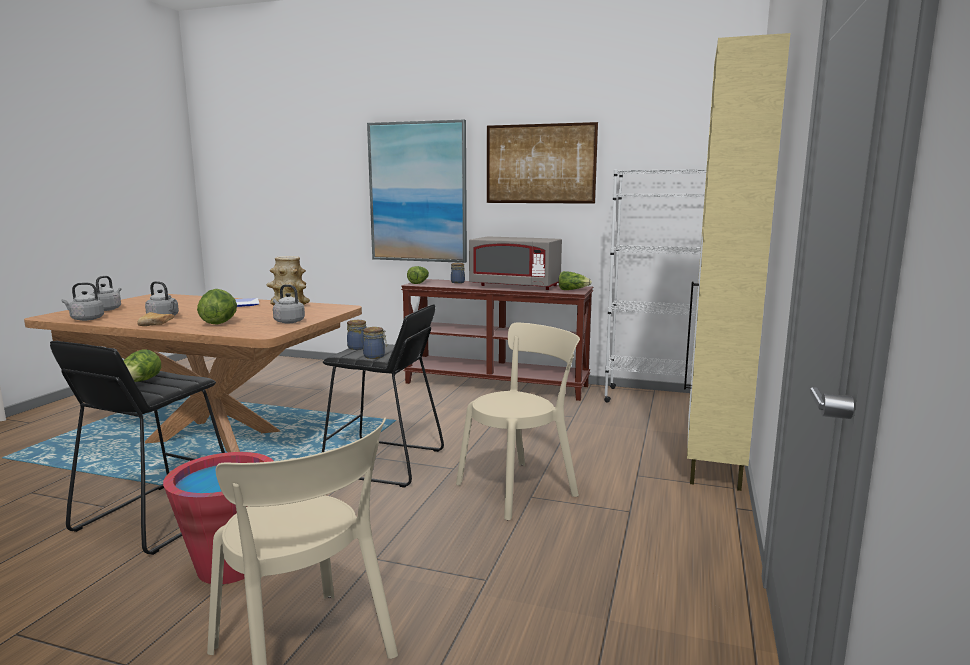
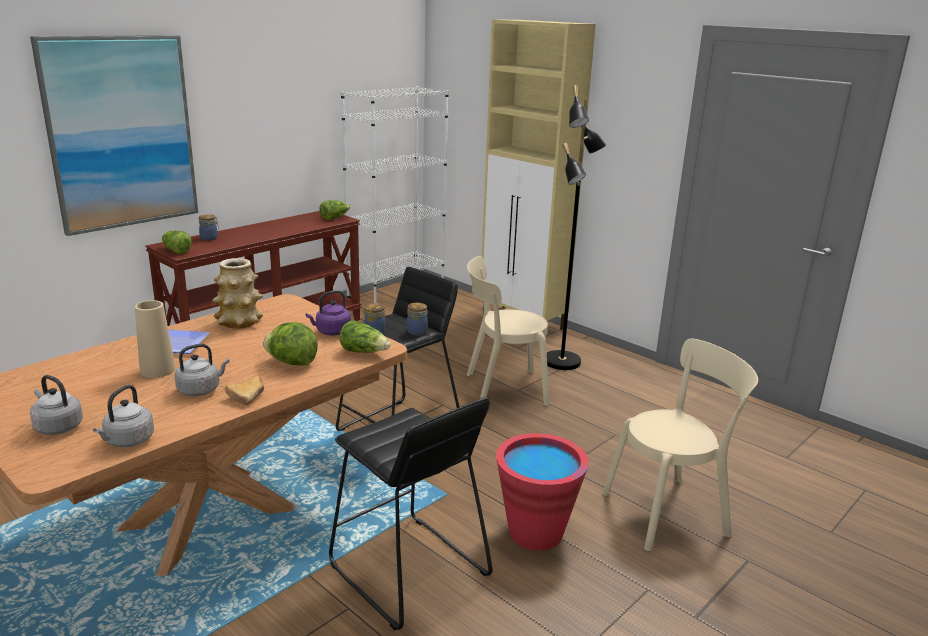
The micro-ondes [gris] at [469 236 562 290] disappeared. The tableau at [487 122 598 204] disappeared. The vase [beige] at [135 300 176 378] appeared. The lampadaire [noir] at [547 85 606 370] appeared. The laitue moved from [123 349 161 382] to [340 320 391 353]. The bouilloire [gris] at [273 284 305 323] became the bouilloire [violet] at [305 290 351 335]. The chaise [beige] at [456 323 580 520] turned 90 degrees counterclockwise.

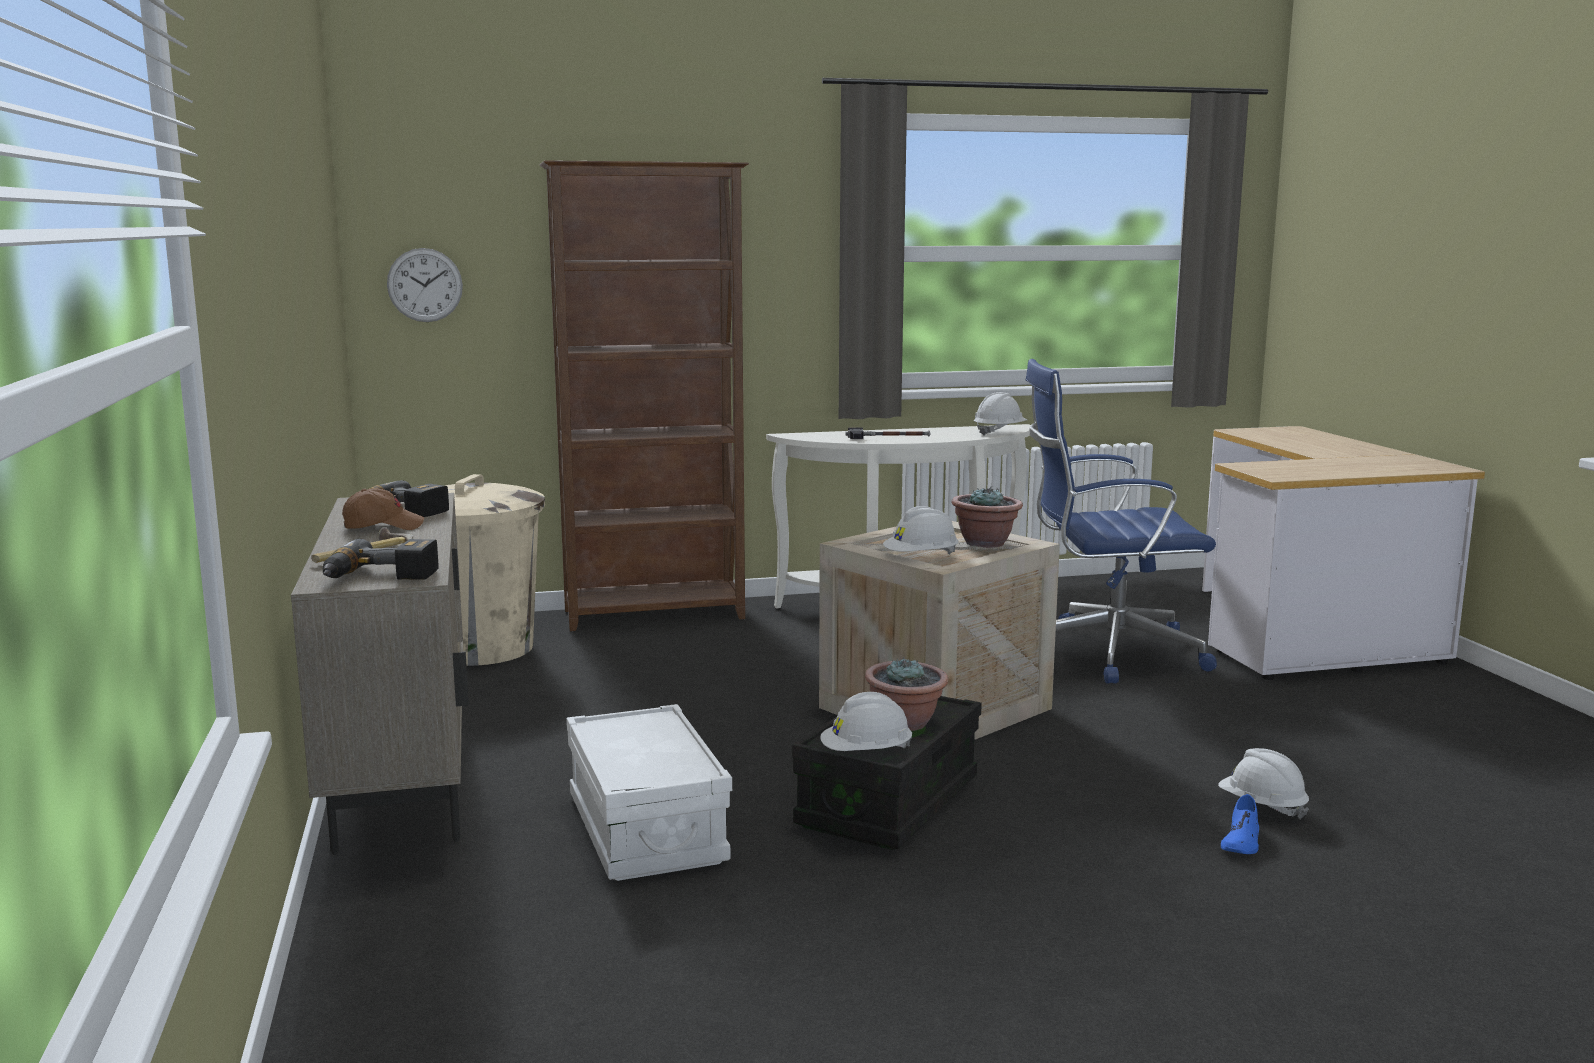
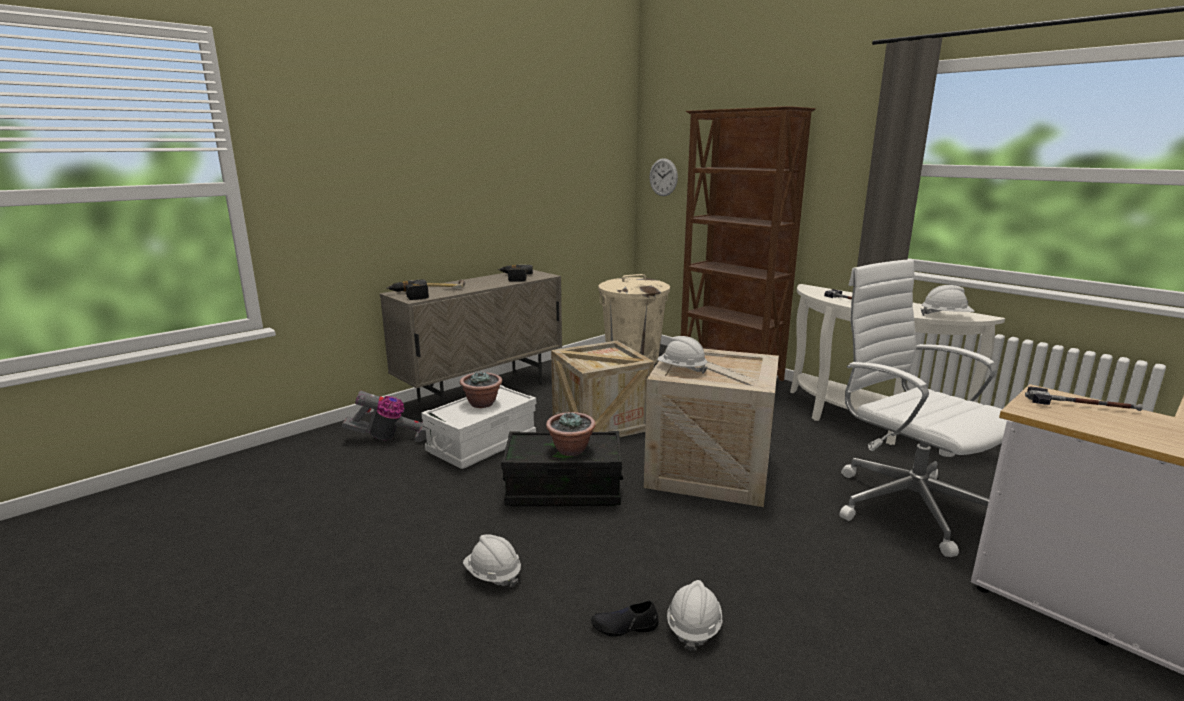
The casquette [marron] at [342 489 424 530] disappeared. The aspirateur at [342 390 427 442] appeared. The caisse at [551 341 654 437] appeared. The marteau at [1025 386 1142 411] appeared. The casque de chantier [blanc] moved from [820 692 912 751] to [463 534 521 587]. The plante en pot moved from [951 486 1023 548] to [460 372 502 408]. The chaise de bureau [bleu] at [1026 359 1217 684] became the chaise de bureau [blanc] at [839 259 1007 557]. The chaussure [bleu] at [1221 794 1259 854] became the chaussure [noir] at [591 601 659 637].

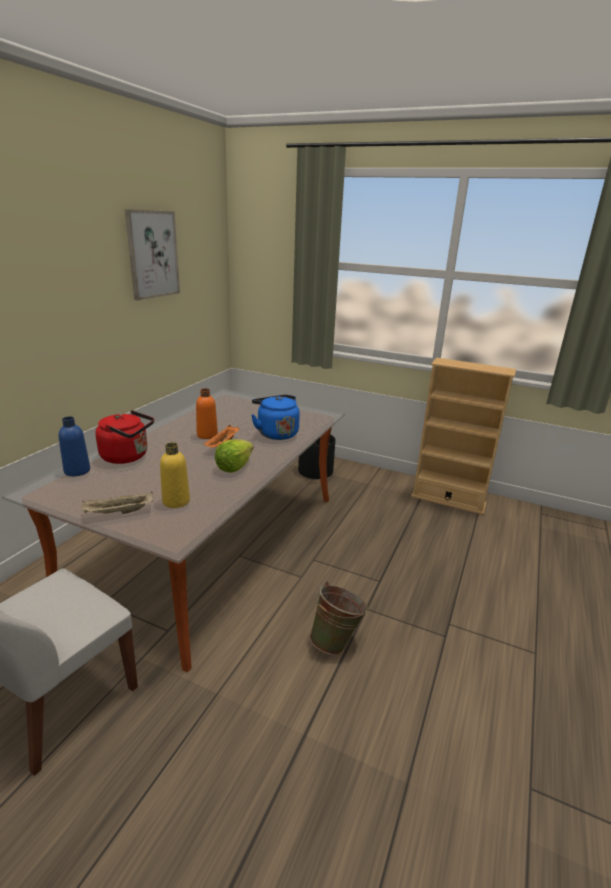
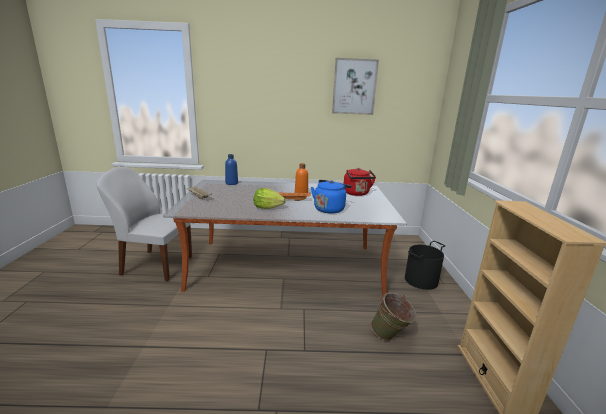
The bouteille [jaune] at [160 443 190 508] disappeared. The bouilloire [rouge] moved from [96 410 154 464] to [344 168 376 196]. The seau [vert] moved from [310 581 368 655] to [371 293 417 341].

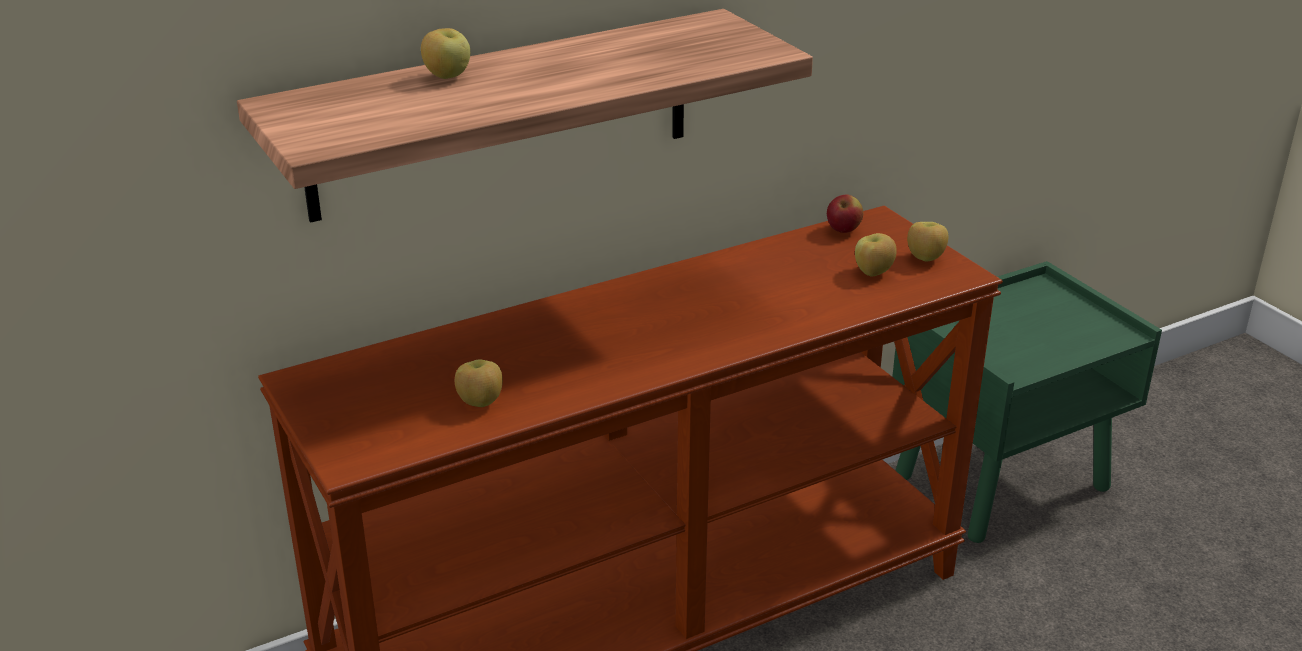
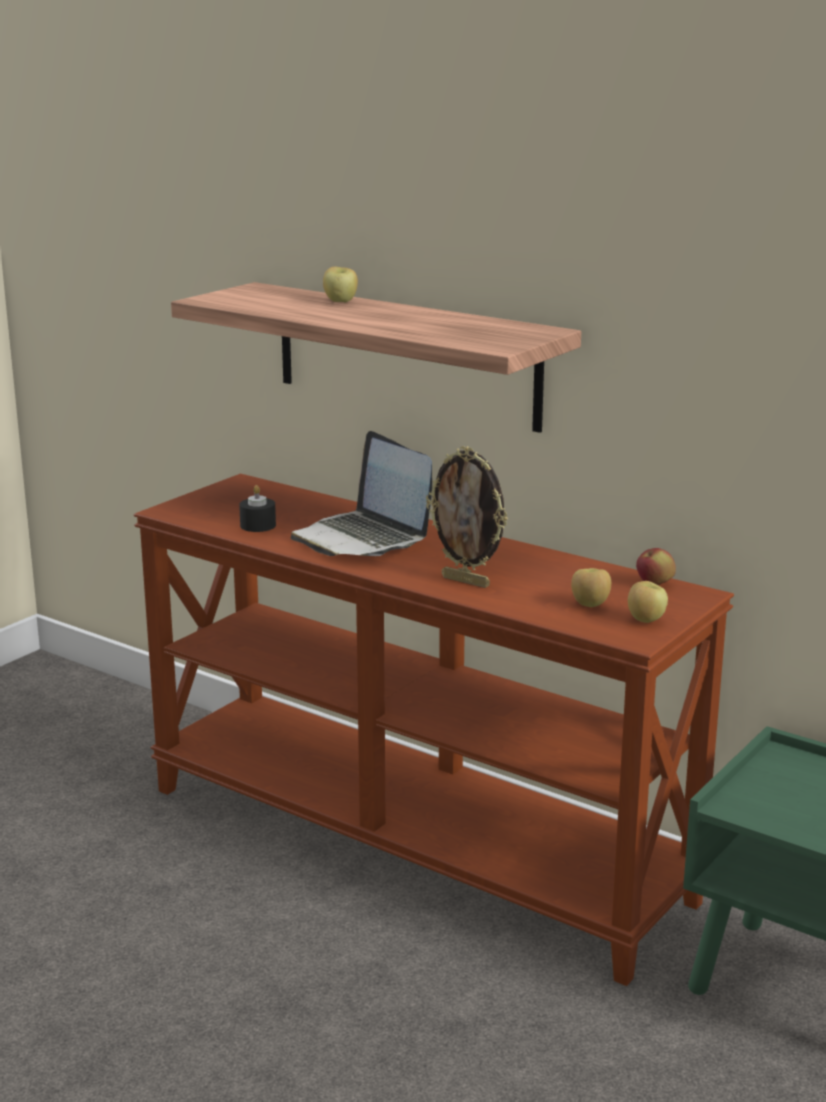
The ordinateur portable at [290 431 432 556] appeared. The cadre photo at [426 446 508 588] appeared. The pomme at [455 359 503 407] was replaced by the bougie [noir] at [239 485 276 532].

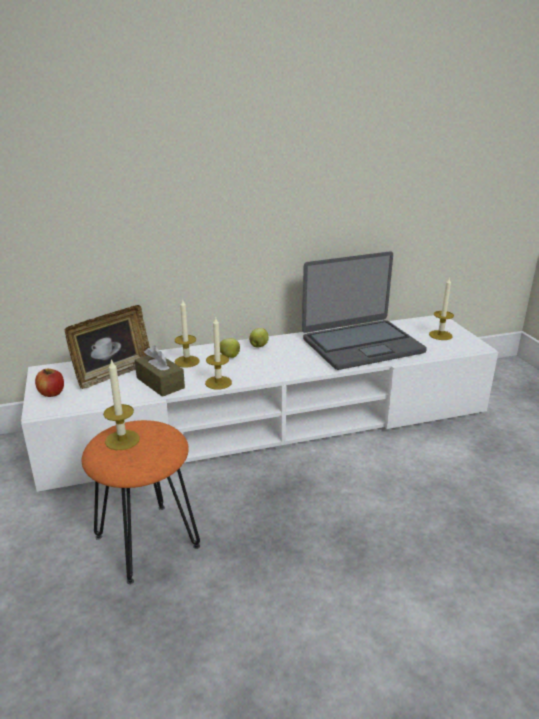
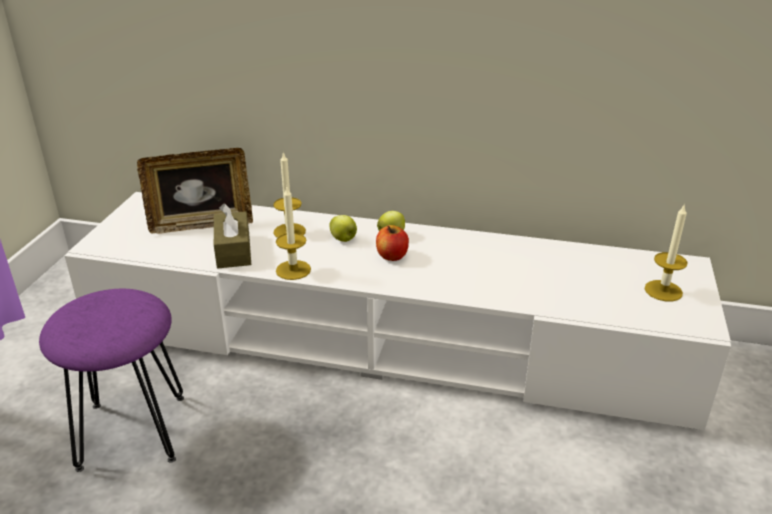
The bougie at [103 359 140 450] disappeared. The ordinateur portable at [302 251 427 370] disappeared. The pomme moved from [35 369 64 397] to [376 225 409 261]. The tabouret [orange] at [82 420 200 584] became the tabouret [violet] at [39 289 184 472].

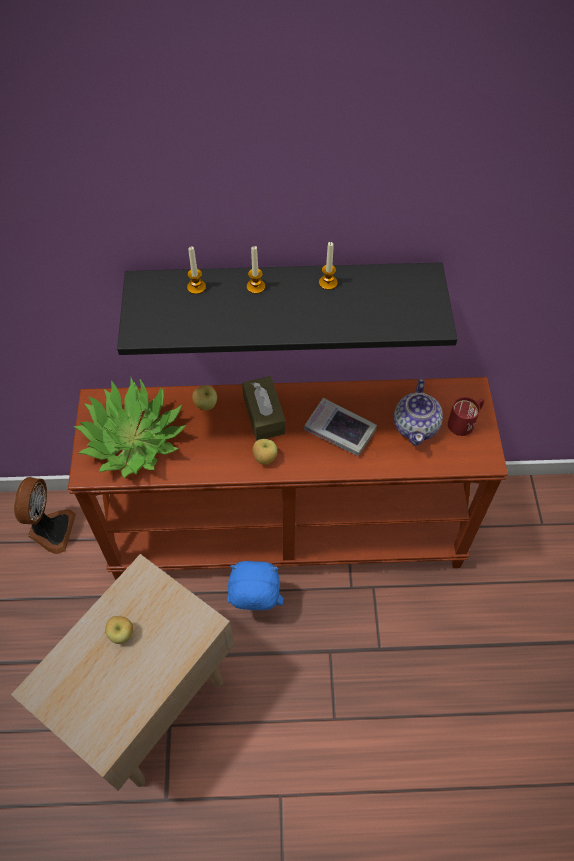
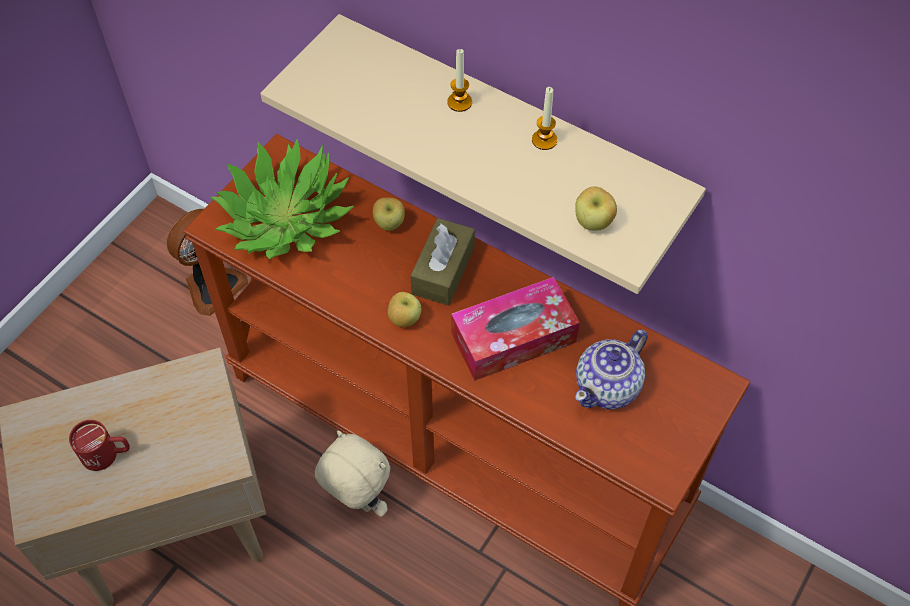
The bougie at [187 246 206 294] disappeared. The pomme moved from [105 616 133 644] to [575 186 617 230]. The mug [rouge] moved from [448 397 484 436] to [69 420 130 471]. The livre at [304 398 377 456] was replaced by the boîte à mouchoirs at [451 277 580 381]. The étagère [noir] at [117 262 457 355] became the étagère [beige] at [260 14 706 294]. The peluche [bleu] at [227 561 283 610] became the peluche [beige] at [315 431 390 517].

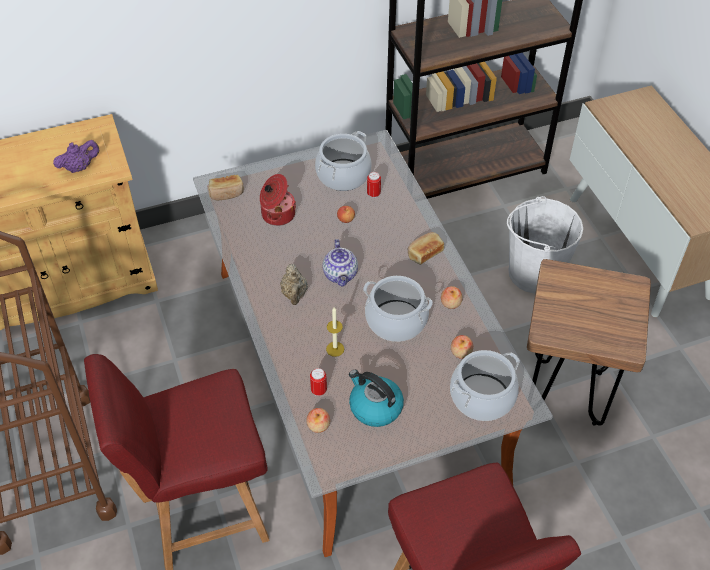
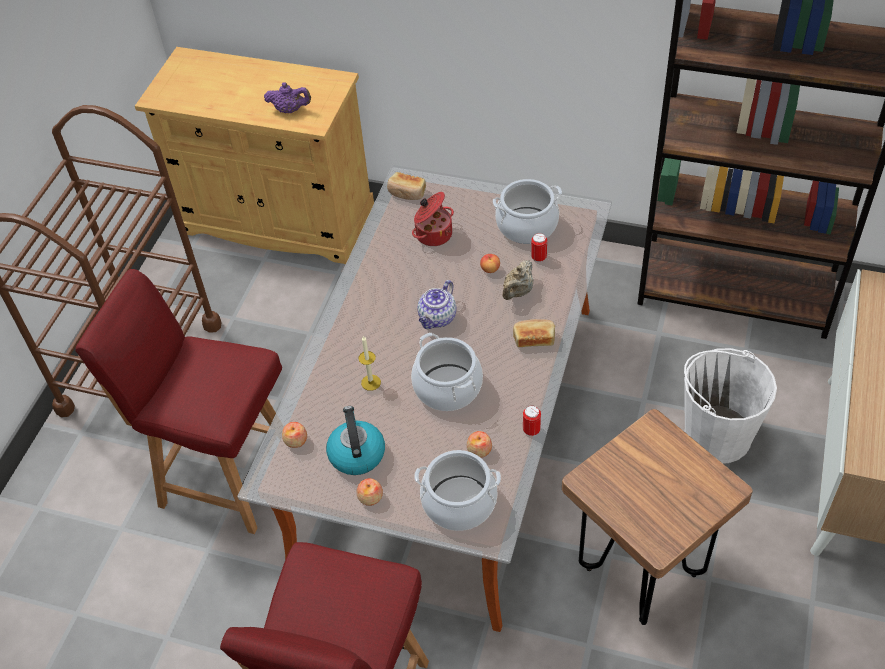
The théière [beige] moved from [280 264 308 305] to [502 260 533 300]. The boîte métallique moved from [310 368 327 396] to [523 405 541 436]. The pomme moved from [441 286 462 309] to [357 478 383 506].

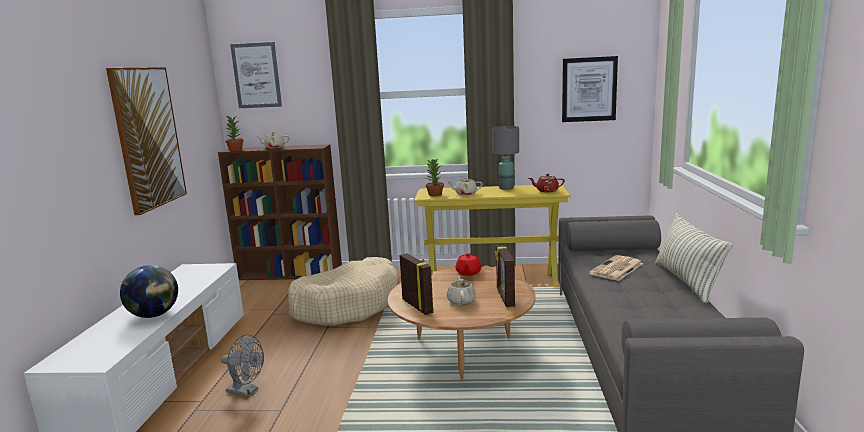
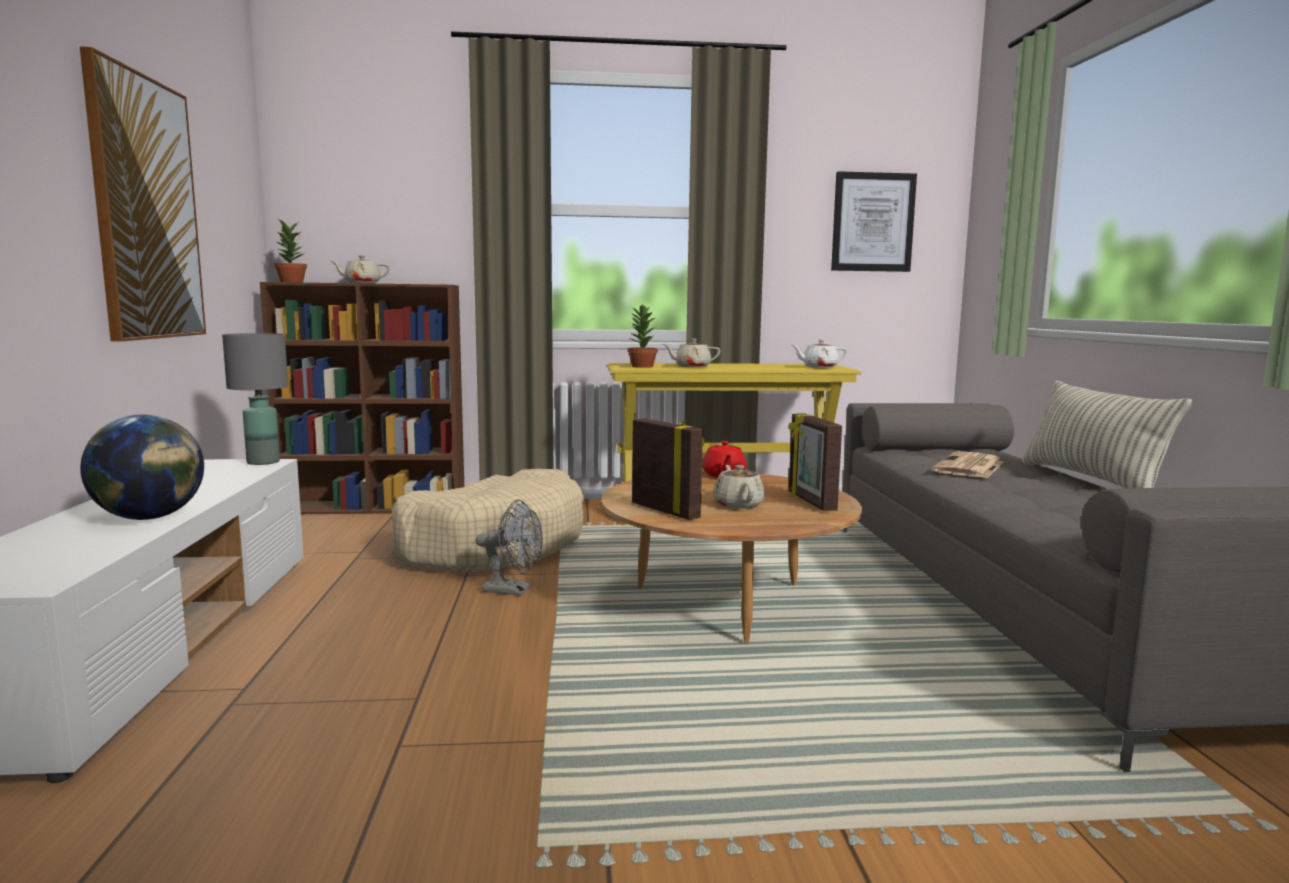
The tableau at [230 42 282 108] disappeared. The ventilateur [gris] moved from [221 334 264 397] to [476 500 543 596]. The lampe de table [gris] moved from [492 126 519 190] to [222 333 288 465]. The théière [rouge] at [529 174 565 192] became the théière [blanc] at [792 339 847 368].

